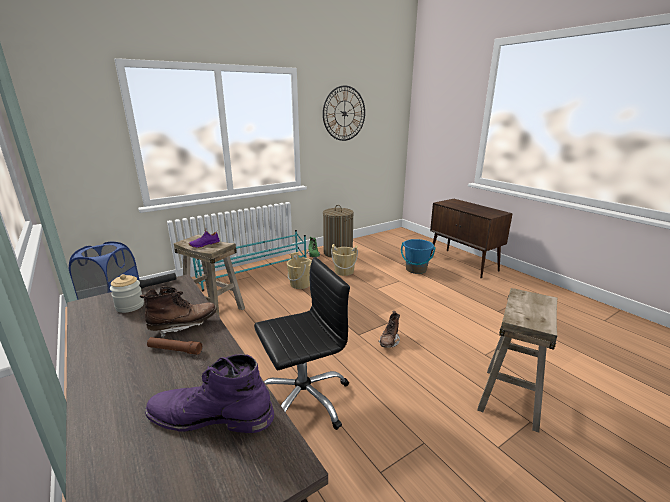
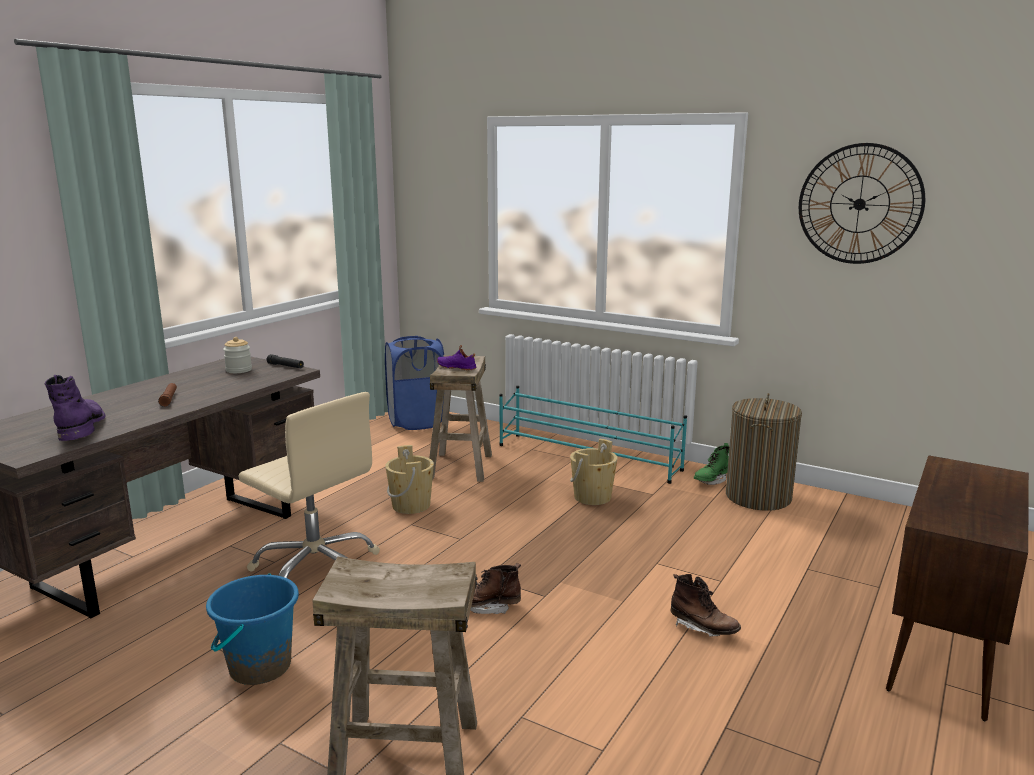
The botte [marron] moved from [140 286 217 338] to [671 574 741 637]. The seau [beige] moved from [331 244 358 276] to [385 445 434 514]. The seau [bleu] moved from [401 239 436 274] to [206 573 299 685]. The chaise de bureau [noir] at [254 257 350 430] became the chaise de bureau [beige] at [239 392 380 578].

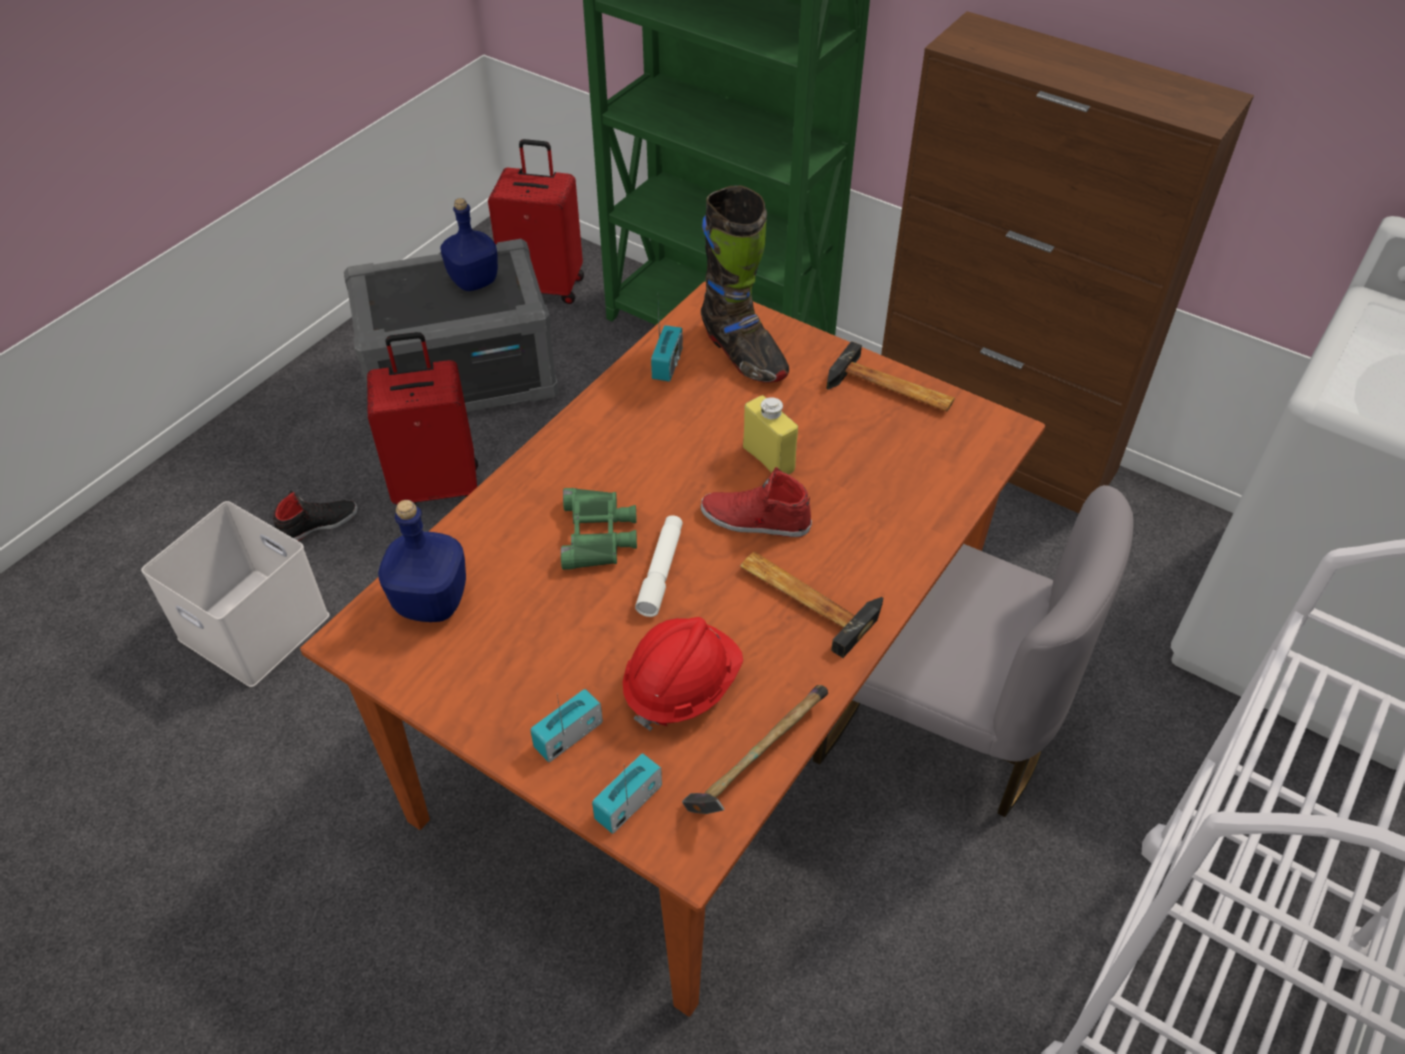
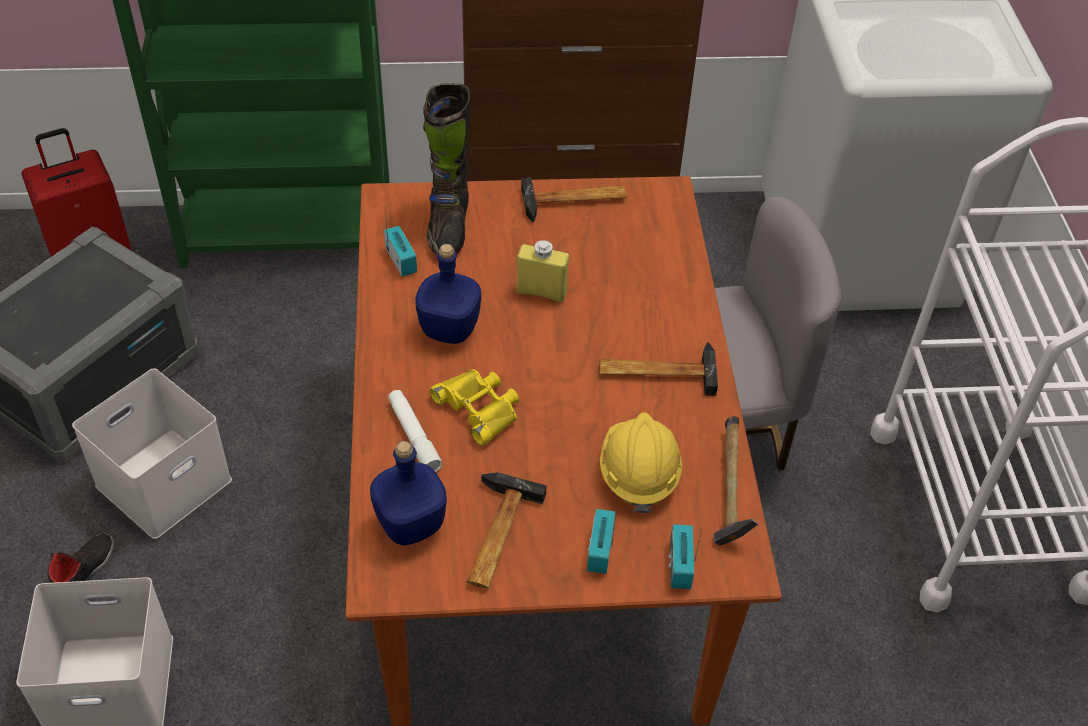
The chaussure [rouge] at [701 467 812 537] disappeared. The marteau at [466 472 547 588] appeared. The bouteille [bleu] moved from [440 198 498 291] to [415 244 481 344]. The lampe de poche [blanc] moved from [635 515 683 617] to [388 390 443 472]. The valise [rouge] at [367 332 478 505] was replaced by the boîte de rangement [blanc] at [72 369 232 539]. The jumelles [vert] at [561 488 637 570] became the jumelles [jaune] at [430 369 519 446]. The casque de chantier [rouge] at [623 617 743 731] became the casque de chantier [jaune] at [600 413 682 513]. The botte [noir] at [701 185 789 383] turned 75 degrees clockwise.

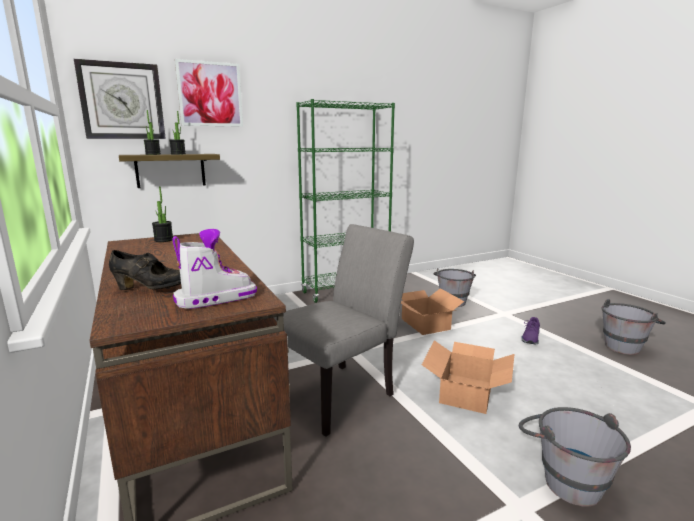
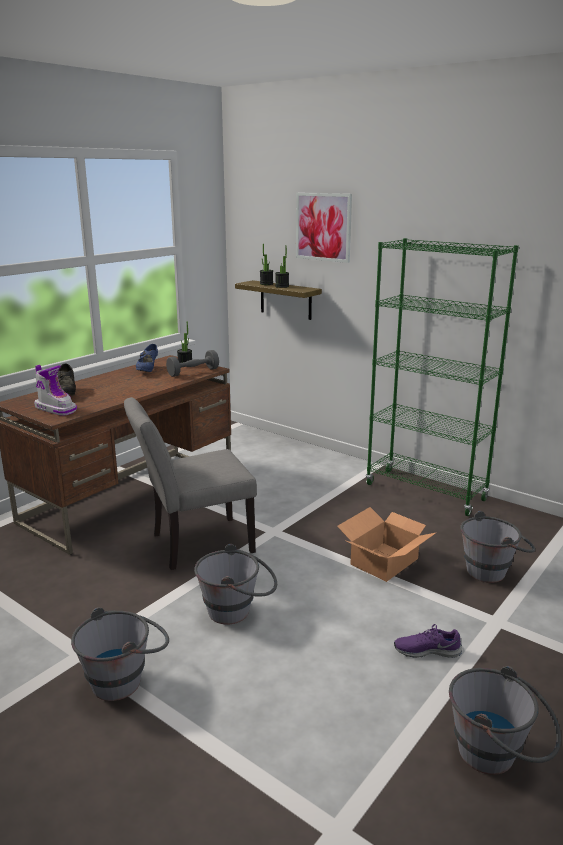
The horloge murale at [74 59 166 139] disappeared. The chaussure [bleu] at [136 344 158 372] appeared. The haltère [gris] at [166 350 219 377] appeared. The carton at [422 340 514 414] was replaced by the seau [gris] at [194 544 277 625]. The chaise [gris] at [273 224 414 437] turned 135 degrees clockwise.

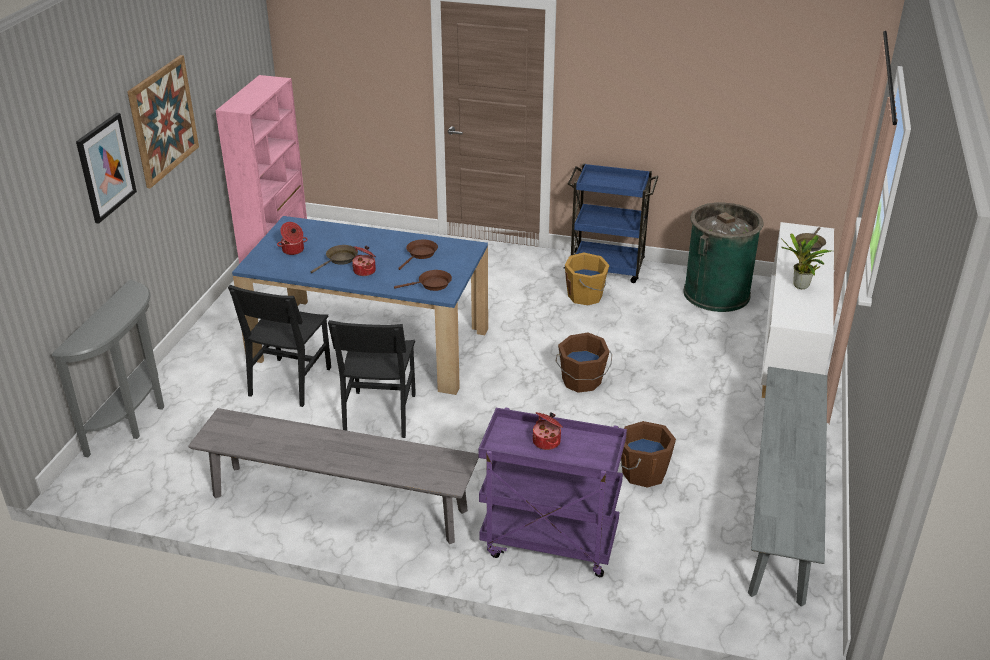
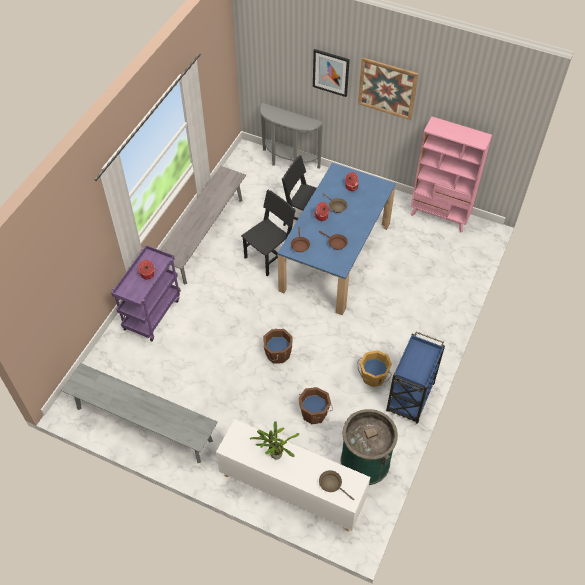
The seau [marron] moved from [621 421 676 488] to [299 387 333 424]. The chaise [noir] at [328 320 416 438] turned 120 degrees clockwise.

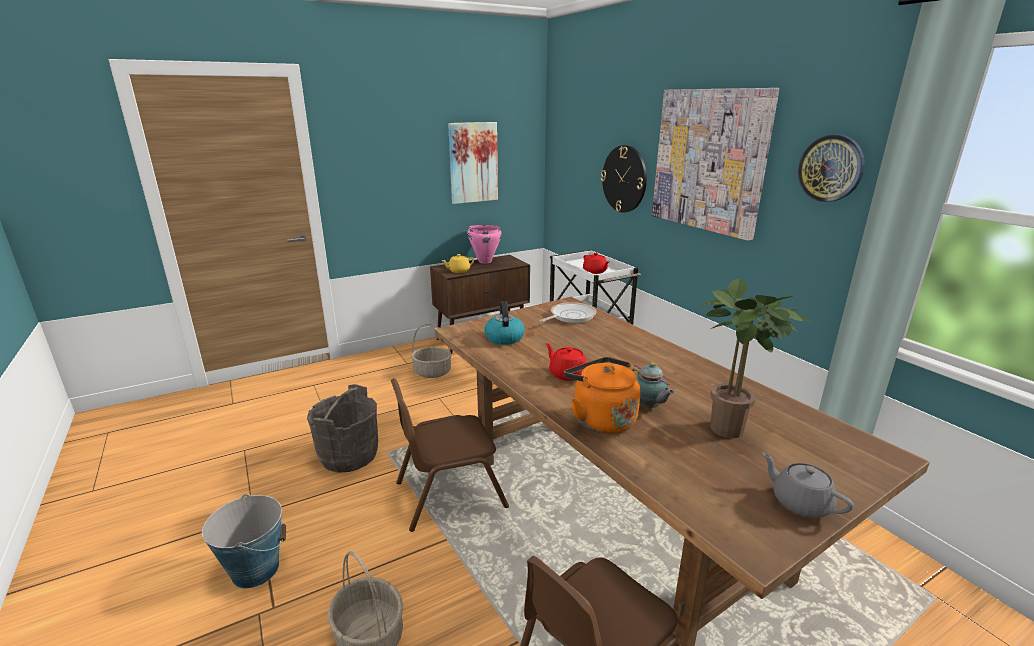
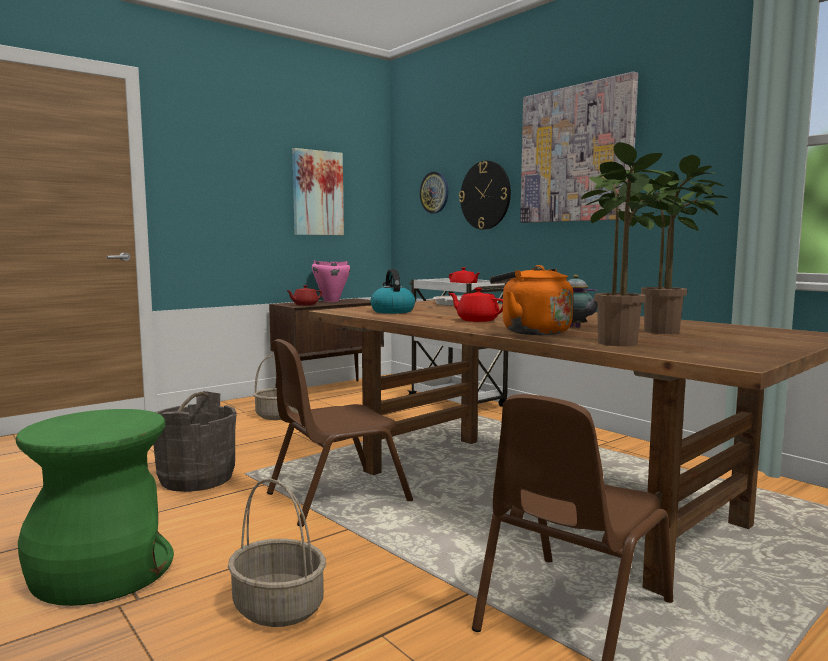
The théière [gris] at [762 452 854 518] disappeared. The plante en pot at [581 142 690 346] appeared. The horloge murale moved from [798 134 865 202] to [420 171 449 213]. The seau at [202 494 286 588] was replaced by the tabouret [vert] at [16 409 174 606]. The théière [jaune] at [441 254 474 273] became the théière [rouge] at [286 285 322 305].

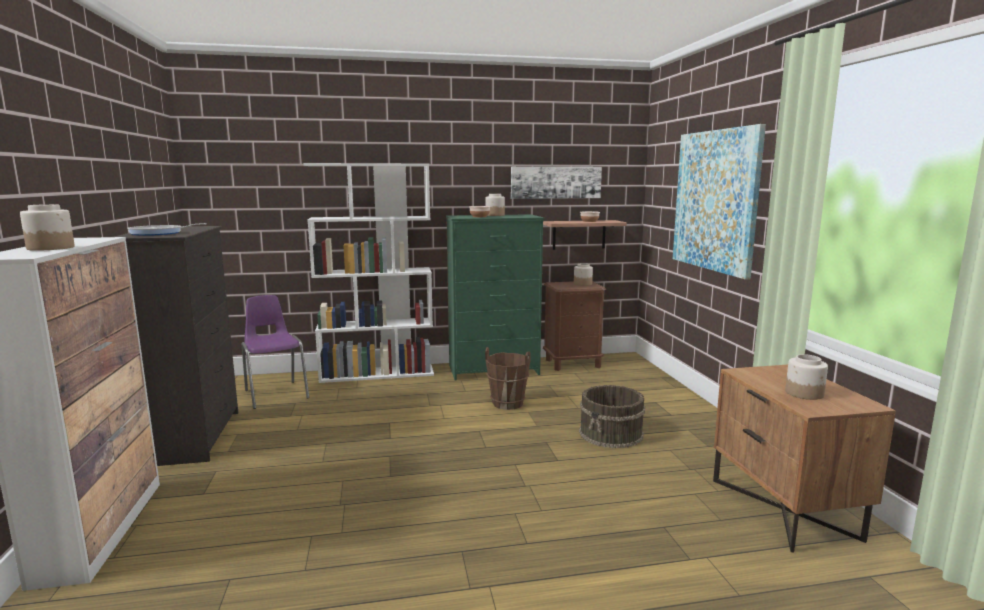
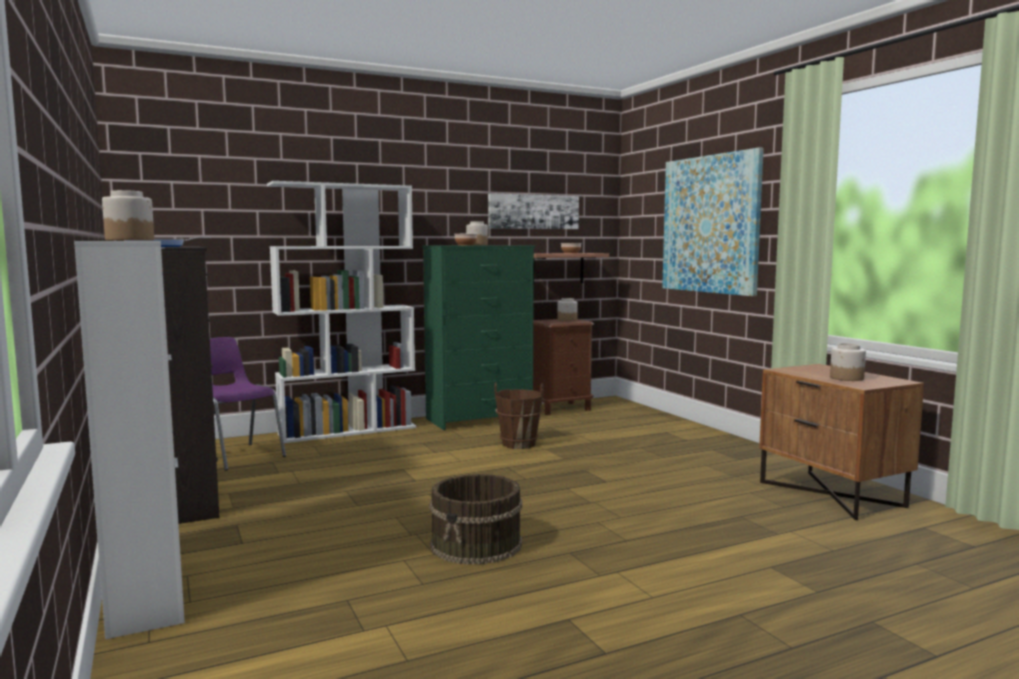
The seau [marron] moved from [579 385 645 448] to [429 474 522 565].

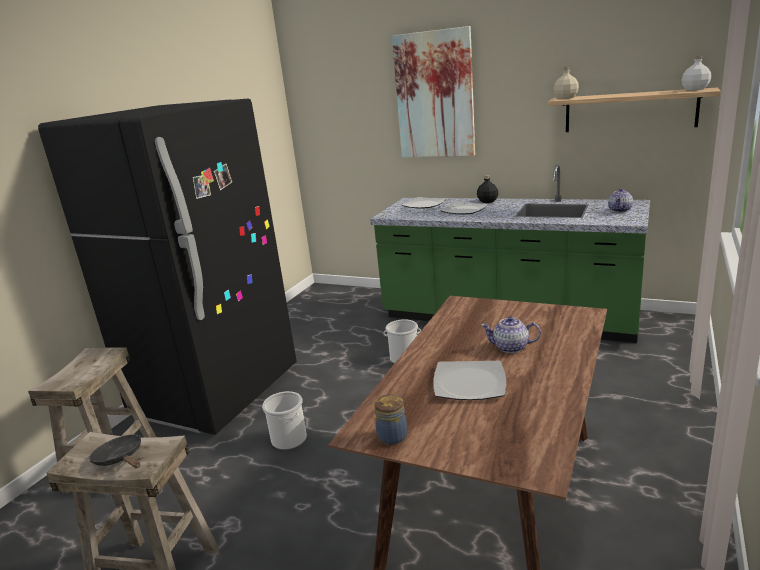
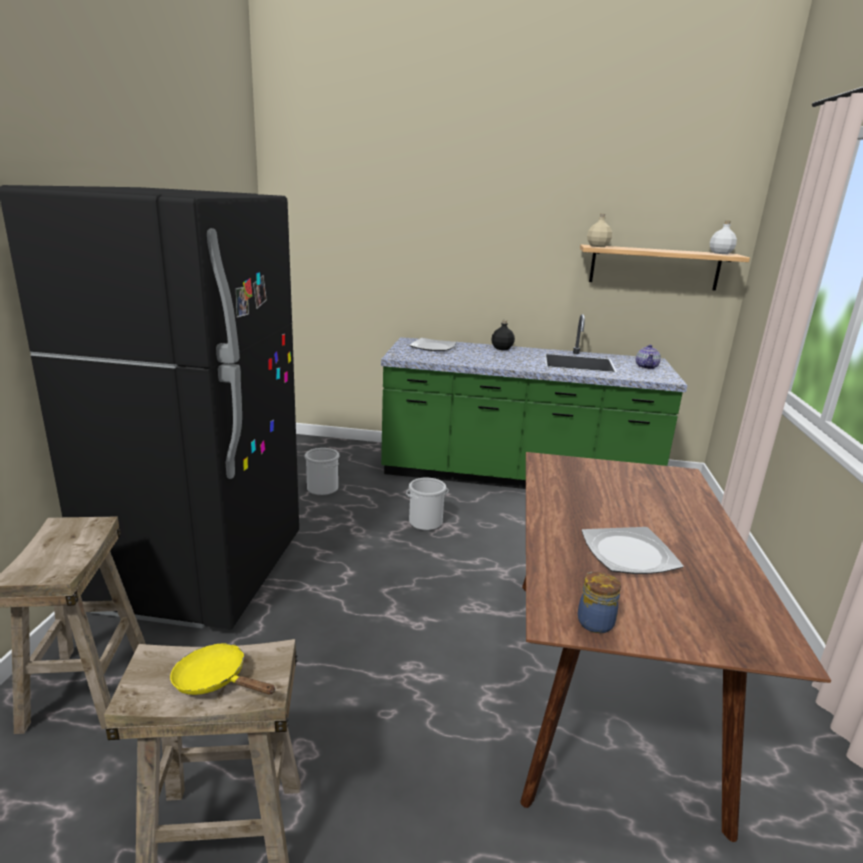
The tableau at [392 26 475 157] disappeared. The assiette at [440 202 488 214] disappeared. The théière at [481 316 541 353] disappeared. The seau moved from [262 391 307 450] to [304 448 340 496]. The poêle [noir] at [90 435 141 468] became the poêle [jaune] at [170 643 275 695].

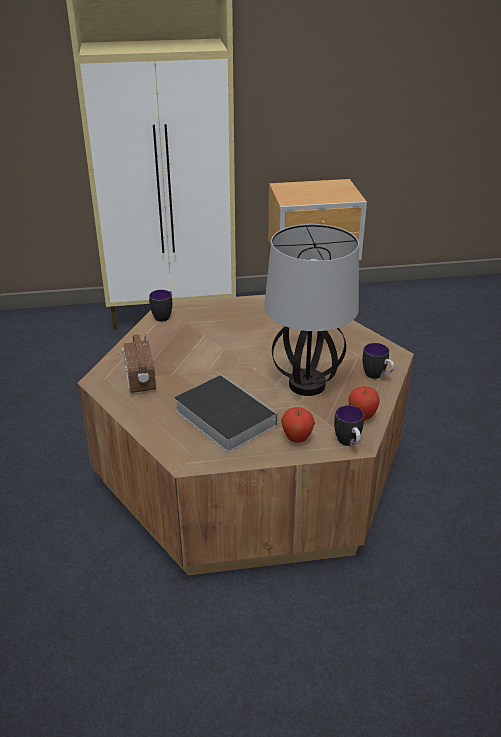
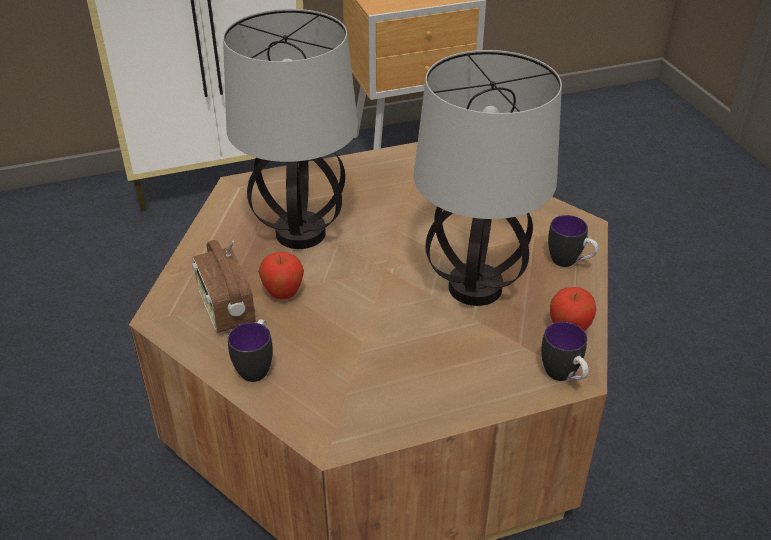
The livre at [175 375 277 453] disappeared. The lampe de table at [223 9 358 249] appeared. The mug moved from [149 290 172 322] to [228 320 273 382]. The pomme moved from [281 407 315 443] to [258 252 304 300].

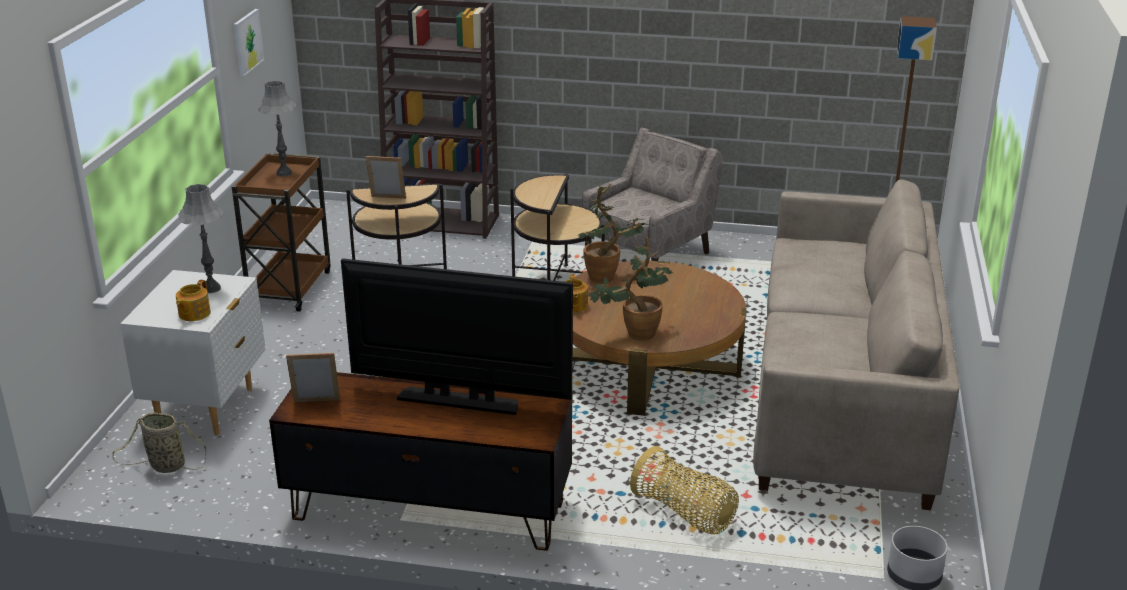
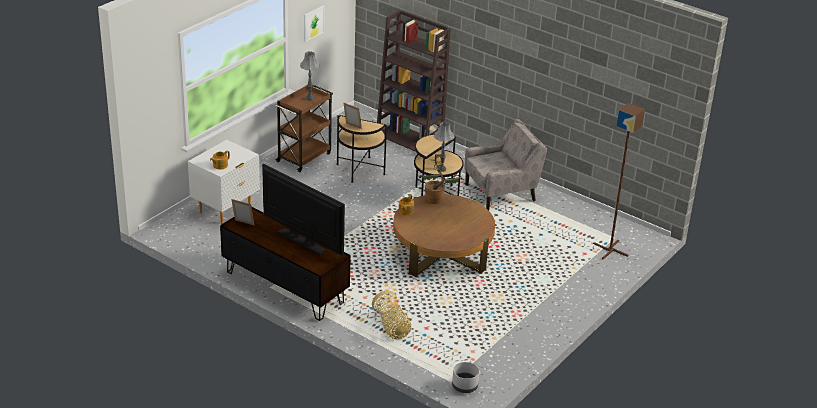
The panier at [112 413 206 473] disappeared. The plante en pot at [588 237 673 341] disappeared. The canapé [beige] at [753 179 959 510] disappeared. The lampe de table [gris] moved from [178 184 224 293] to [434 122 454 172].

